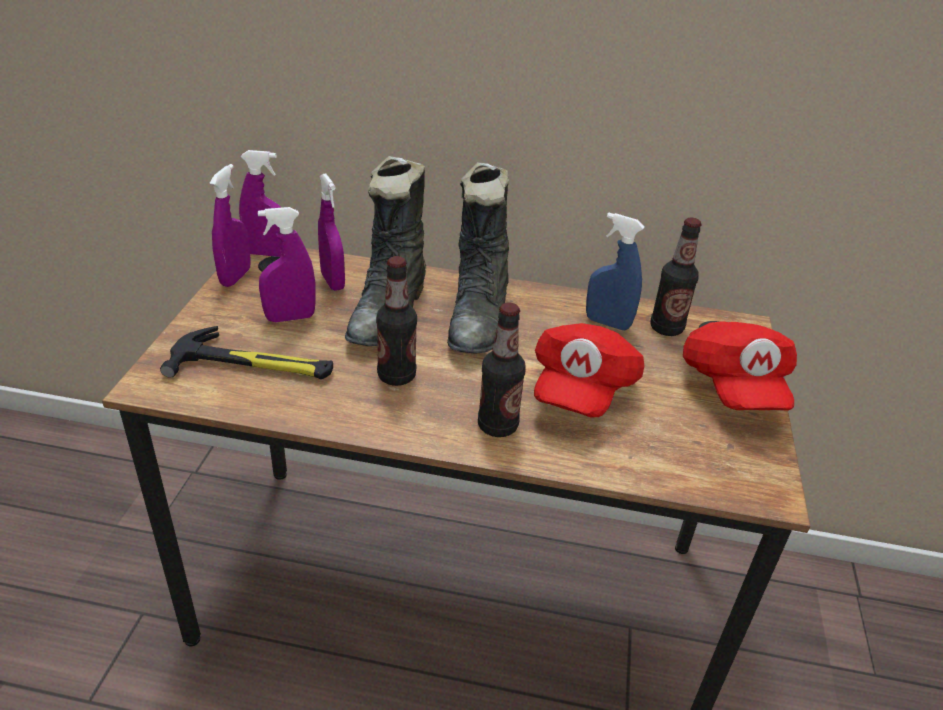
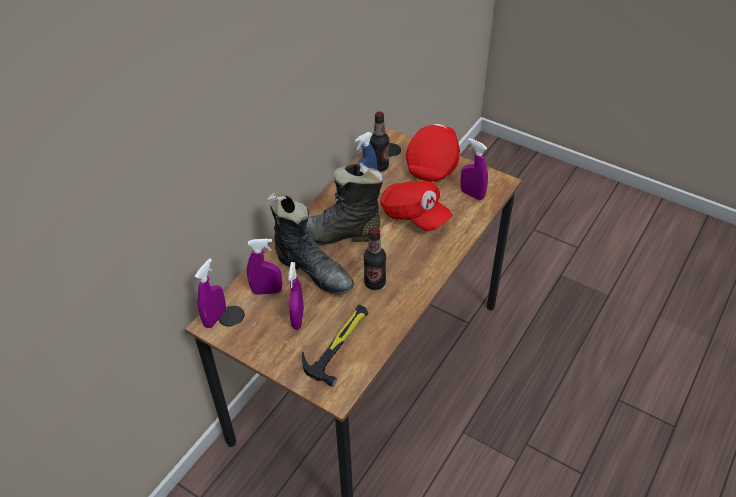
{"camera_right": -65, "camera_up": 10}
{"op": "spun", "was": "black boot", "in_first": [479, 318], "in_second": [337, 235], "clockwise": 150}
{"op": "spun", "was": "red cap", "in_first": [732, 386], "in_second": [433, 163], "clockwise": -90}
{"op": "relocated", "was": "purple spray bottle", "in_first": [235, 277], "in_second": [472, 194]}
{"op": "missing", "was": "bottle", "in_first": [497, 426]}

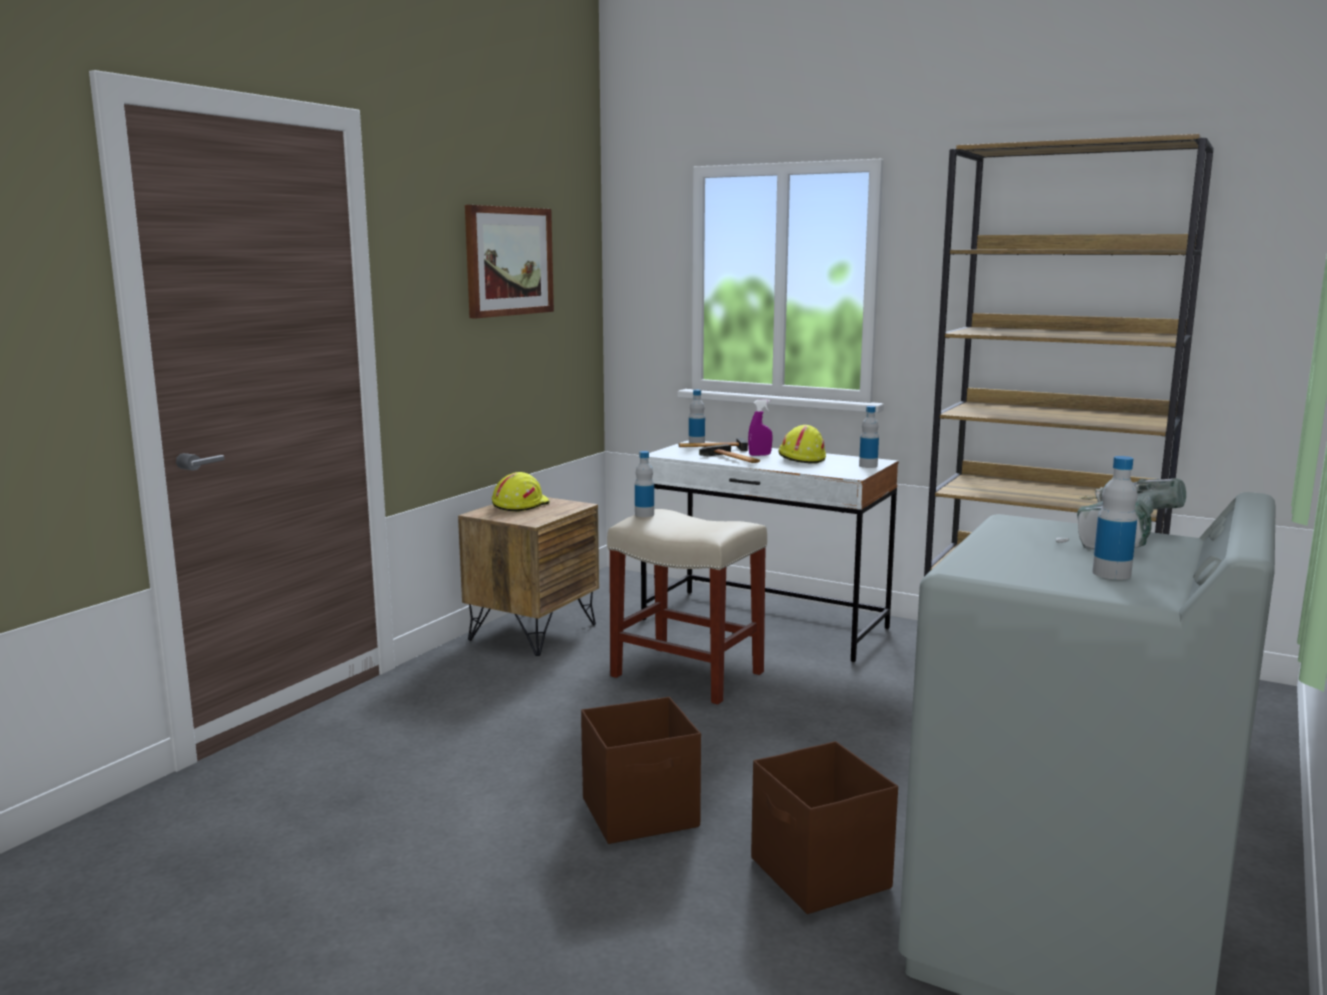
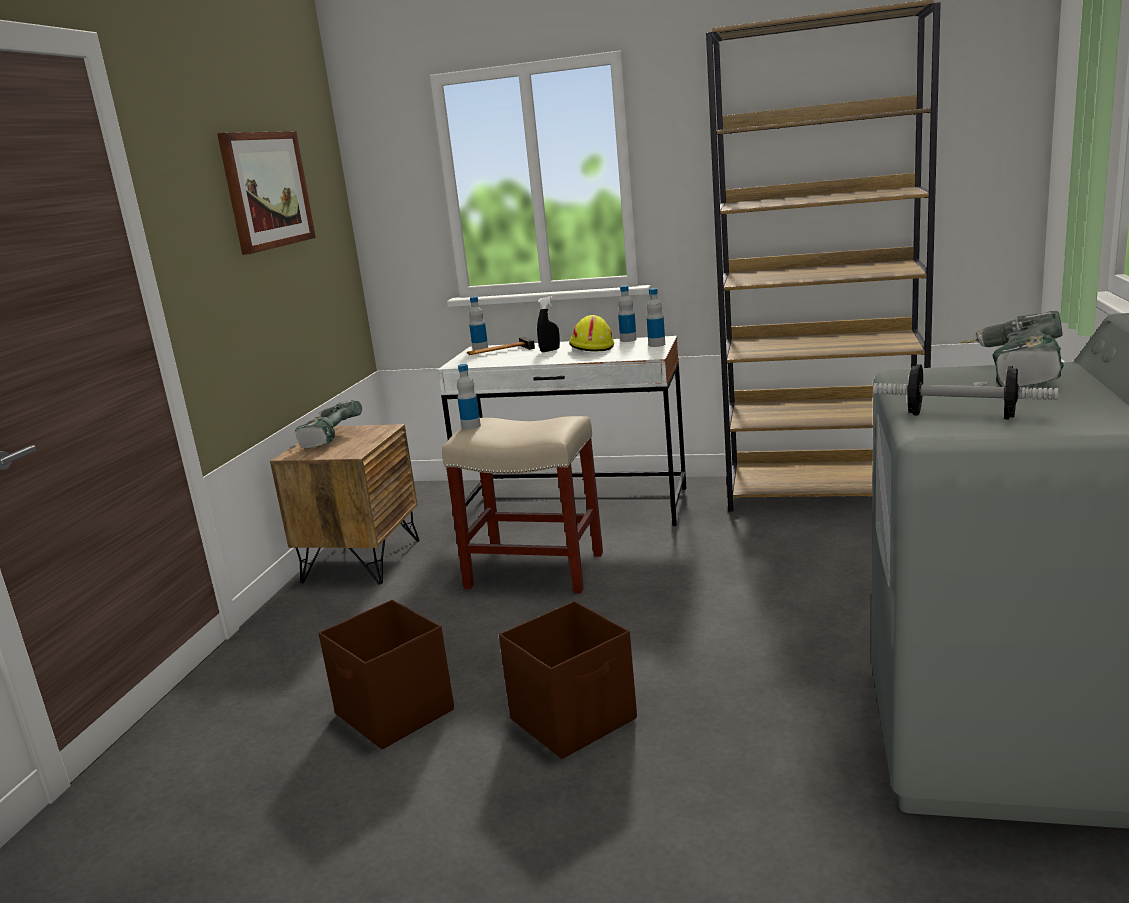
{"camera_right": -15, "camera_up": 5}
{"op": "exchanged", "was": "yellow hard hat", "now": "power drill", "in_first": [519, 505], "in_second": [327, 438]}
{"op": "relocated", "was": "brown storage box", "in_first": [820, 875], "in_second": [394, 713]}
{"op": "colour", "was": "purple spray bottle", "now": "black spray bottle", "in_first": [760, 455], "in_second": [550, 350]}
{"op": "relocated", "was": "bottle", "in_first": [1111, 574], "in_second": [628, 340]}
{"op": "appeared", "now": "dumbbell", "in_second": [961, 416]}
{"op": "missing", "was": "hammer", "in_first": [732, 459]}

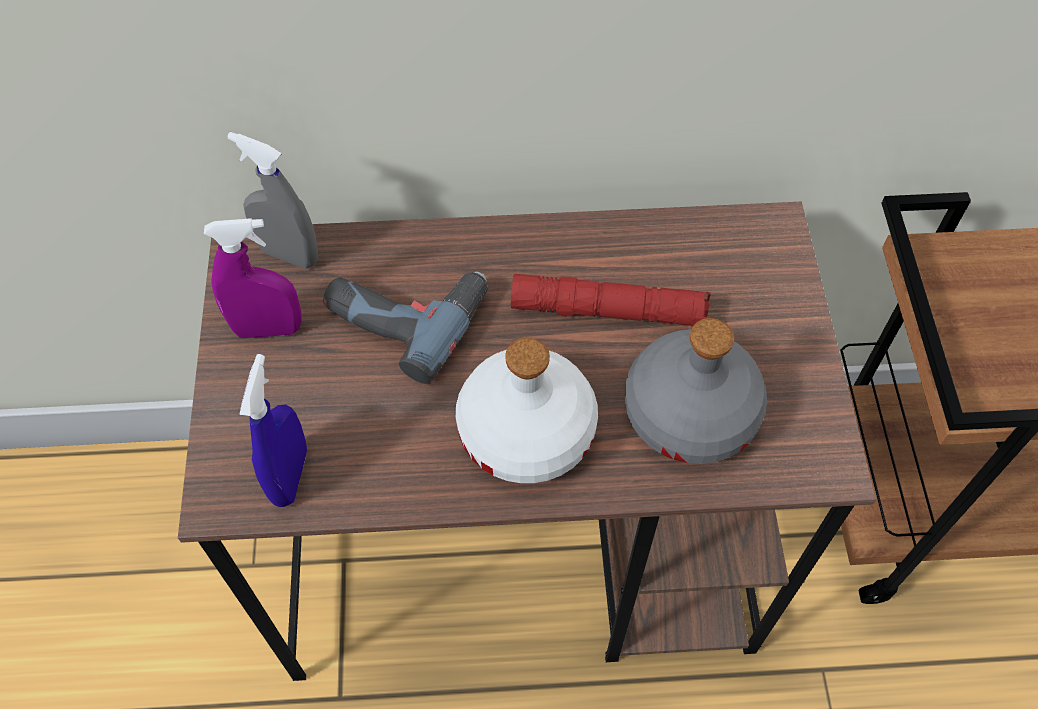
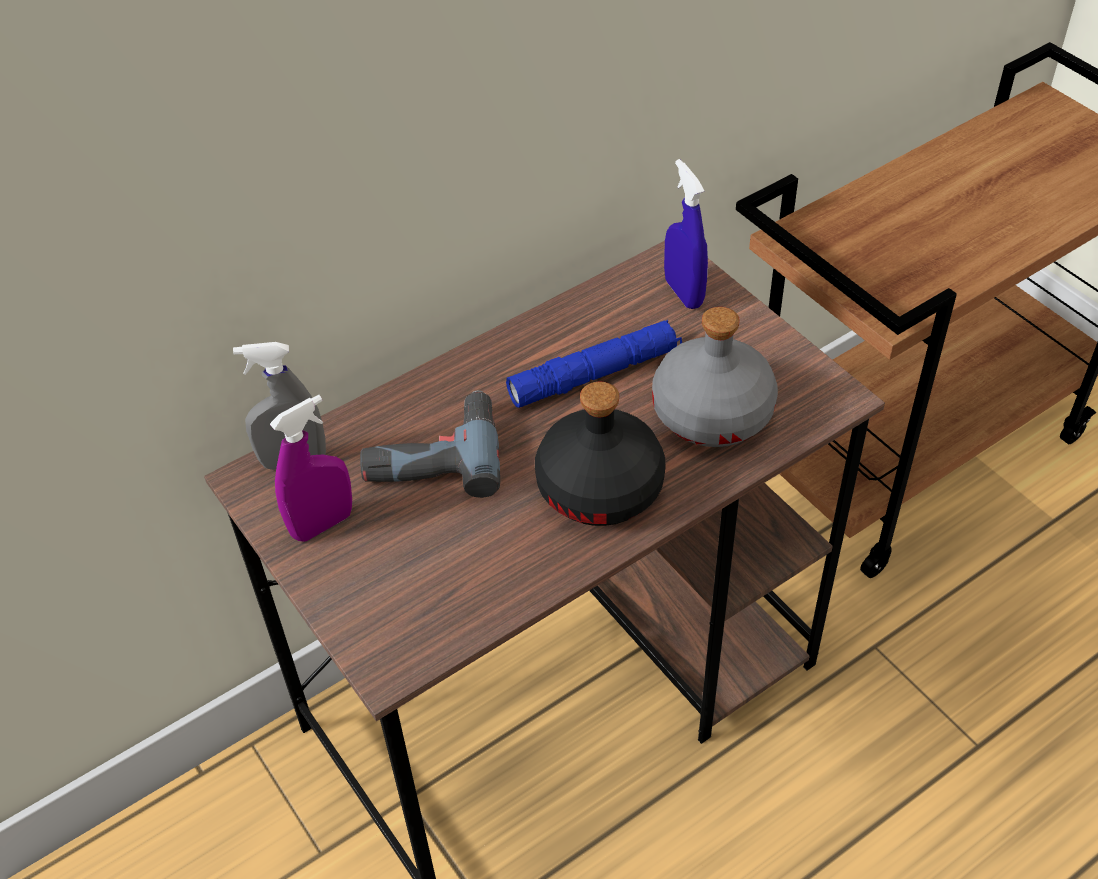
{"camera_right": -30, "camera_up": -10}
{"op": "colour", "was": "red flashlight", "now": "blue flashlight", "in_first": [609, 310], "in_second": [595, 374]}
{"op": "colour", "was": "white bottle", "now": "black bottle", "in_first": [528, 430], "in_second": [600, 486]}
{"op": "relocated", "was": "blue spray bottle", "in_first": [290, 476], "in_second": [683, 293]}

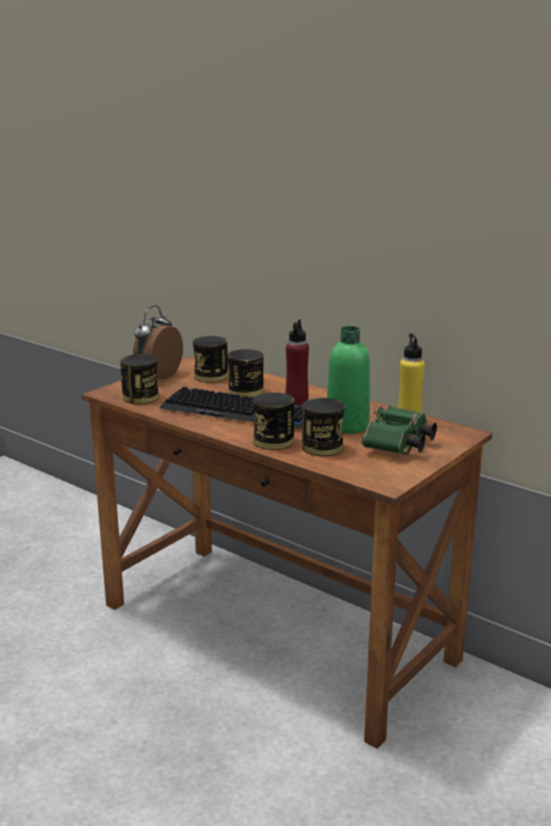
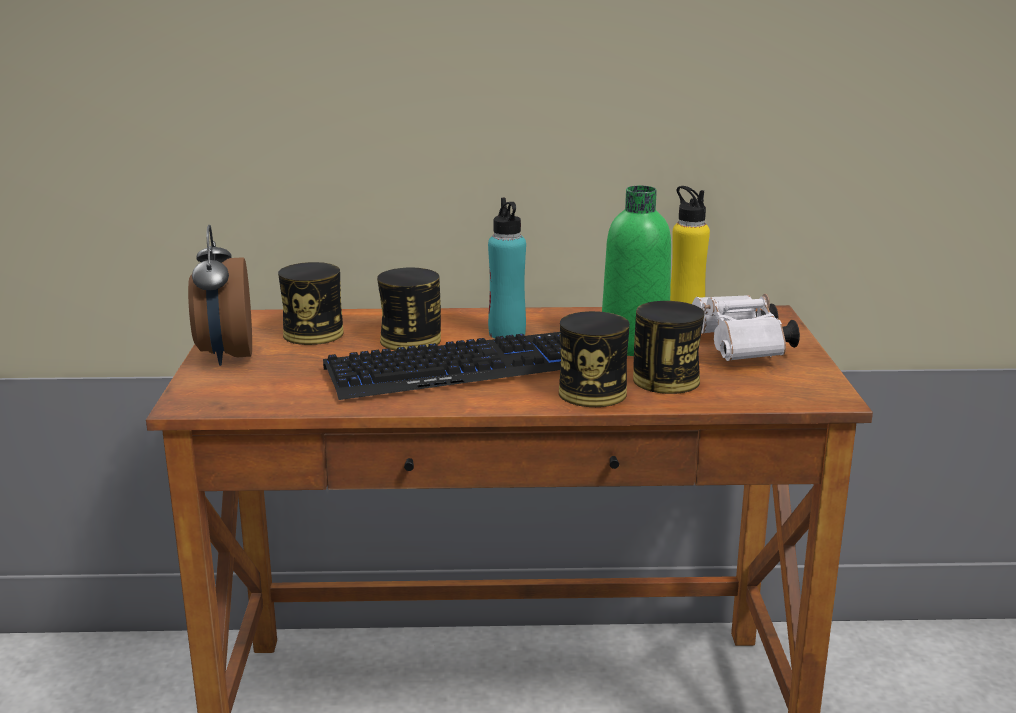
{"camera_right": -40, "camera_up": 0}
{"op": "colour", "was": "red bottle", "now": "turquoise bottle", "in_first": [296, 402], "in_second": [507, 334]}
{"op": "colour", "was": "green binoculars", "now": "white binoculars", "in_first": [398, 446], "in_second": [740, 350]}
{"op": "missing", "was": "can", "in_first": [140, 397]}

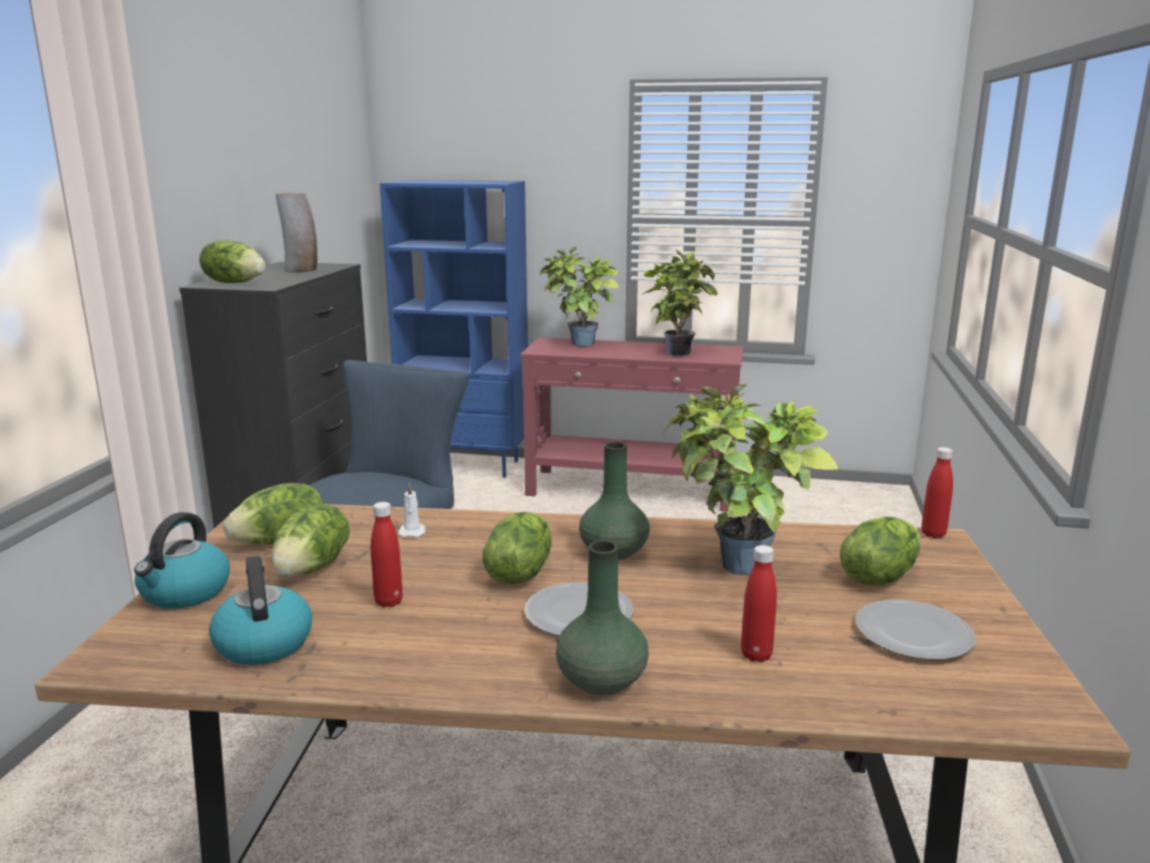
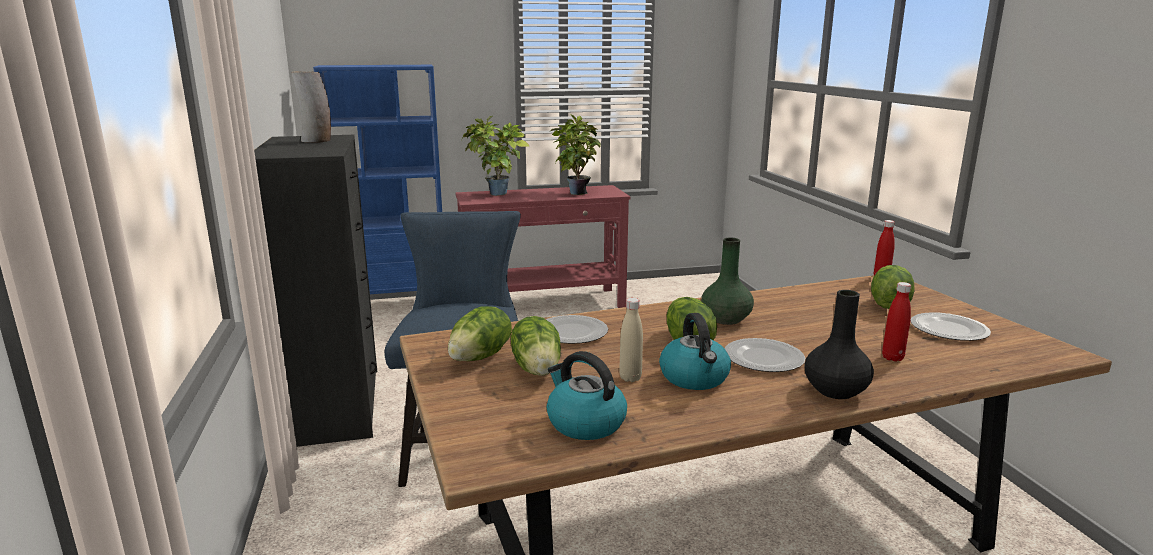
{"camera_right": -25, "camera_up": 0}
{"op": "exchanged", "was": "white candle", "now": "plate", "in_first": [412, 532], "in_second": [572, 332]}
{"op": "colour", "was": "red bottle", "now": "beige bottle", "in_first": [388, 602], "in_second": [630, 378]}
{"op": "relocated", "was": "kettle", "in_first": [185, 593], "in_second": [695, 378]}
{"op": "colour", "was": "green vase", "now": "black vase", "in_first": [602, 681], "in_second": [836, 391]}
{"op": "missing", "was": "lettuce", "in_first": [235, 283]}
{"op": "missing", "was": "potted plant", "in_first": [734, 570]}

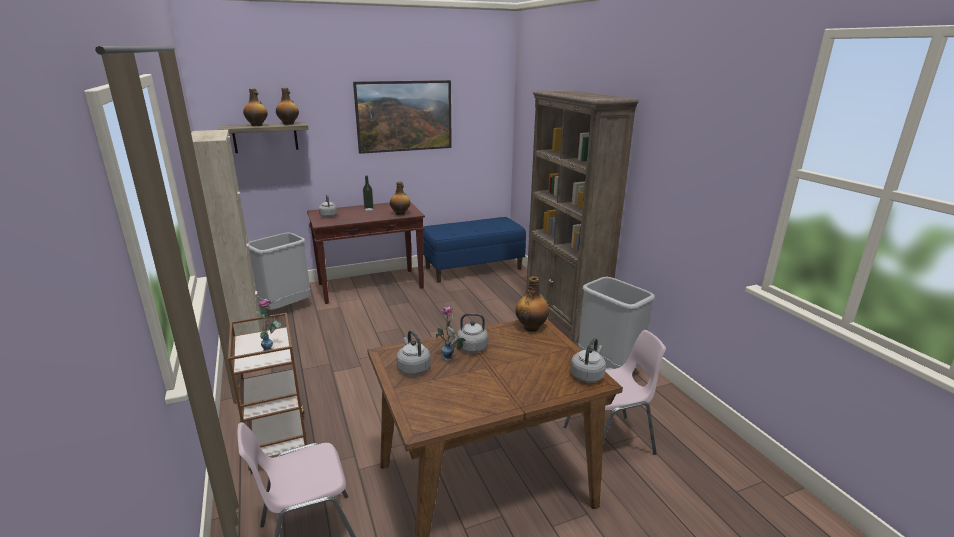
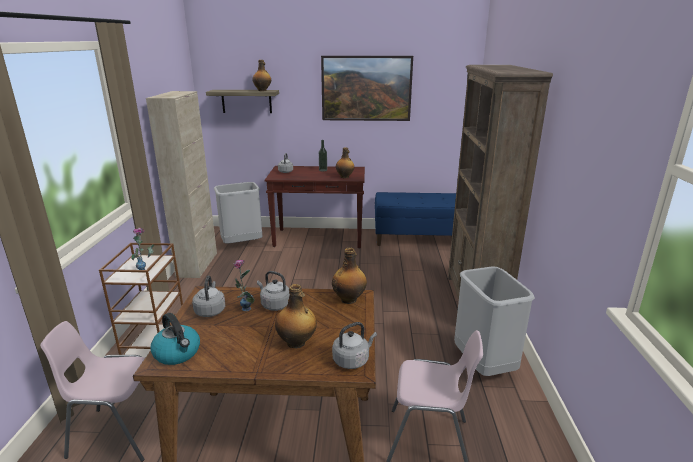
{"camera_right": 25, "camera_up": 0}
{"op": "appeared", "now": "kettle", "in_second": [178, 353]}
{"op": "relocated", "was": "bottle", "in_first": [257, 125], "in_second": [297, 343]}

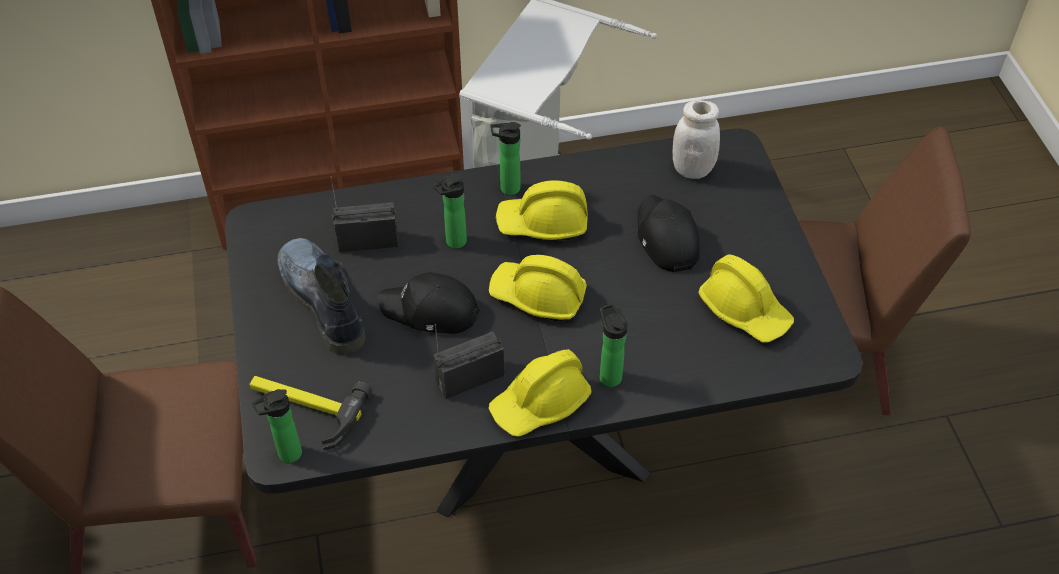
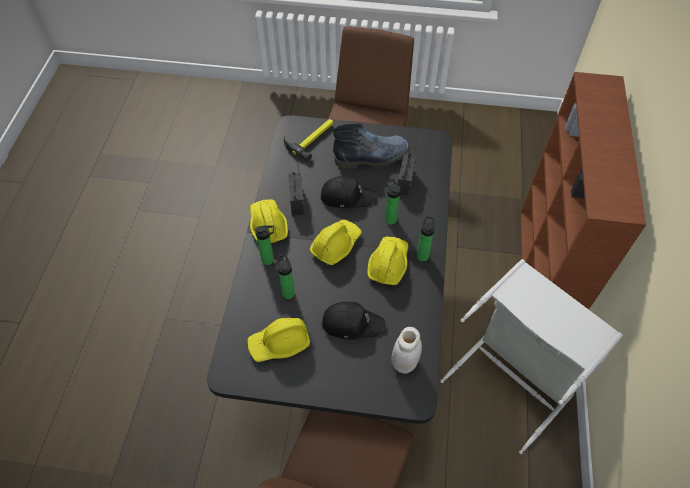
{"camera_right": 110, "camera_up": 5}
{"op": "relocated", "was": "bottle", "in_first": [286, 455], "in_second": [288, 291]}
{"op": "spun", "was": "black cap", "in_first": [430, 311], "in_second": [346, 196], "clockwise": 60}

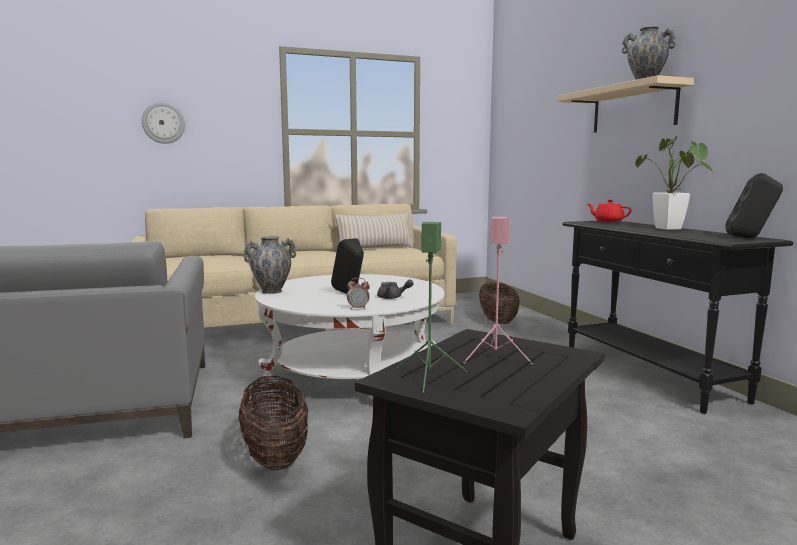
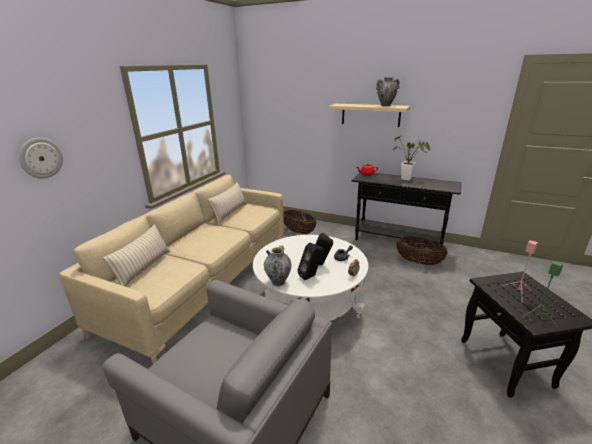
{"camera_right": -45, "camera_up": 15}
{"op": "appeared", "now": "beige pillow", "in_second": [143, 268]}
{"op": "relocated", "was": "black speaker", "in_first": [750, 238], "in_second": [311, 276]}
{"op": "relocated", "was": "basket", "in_first": [275, 456], "in_second": [419, 262]}

